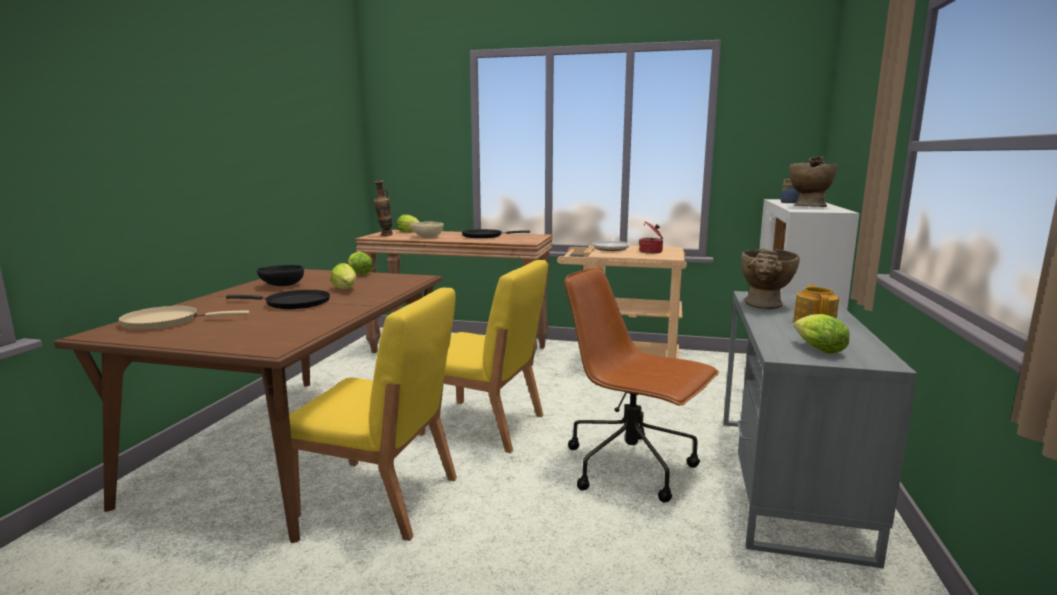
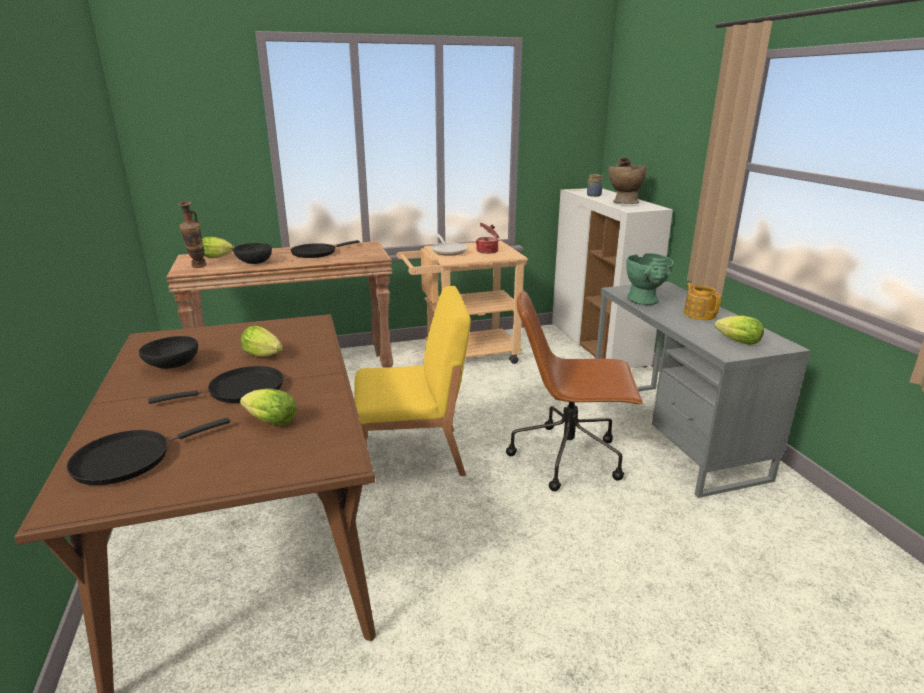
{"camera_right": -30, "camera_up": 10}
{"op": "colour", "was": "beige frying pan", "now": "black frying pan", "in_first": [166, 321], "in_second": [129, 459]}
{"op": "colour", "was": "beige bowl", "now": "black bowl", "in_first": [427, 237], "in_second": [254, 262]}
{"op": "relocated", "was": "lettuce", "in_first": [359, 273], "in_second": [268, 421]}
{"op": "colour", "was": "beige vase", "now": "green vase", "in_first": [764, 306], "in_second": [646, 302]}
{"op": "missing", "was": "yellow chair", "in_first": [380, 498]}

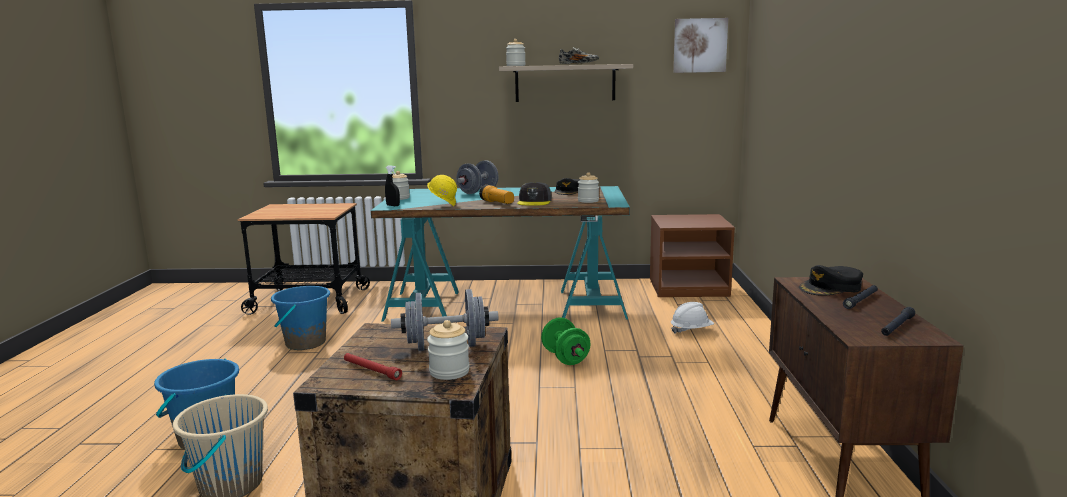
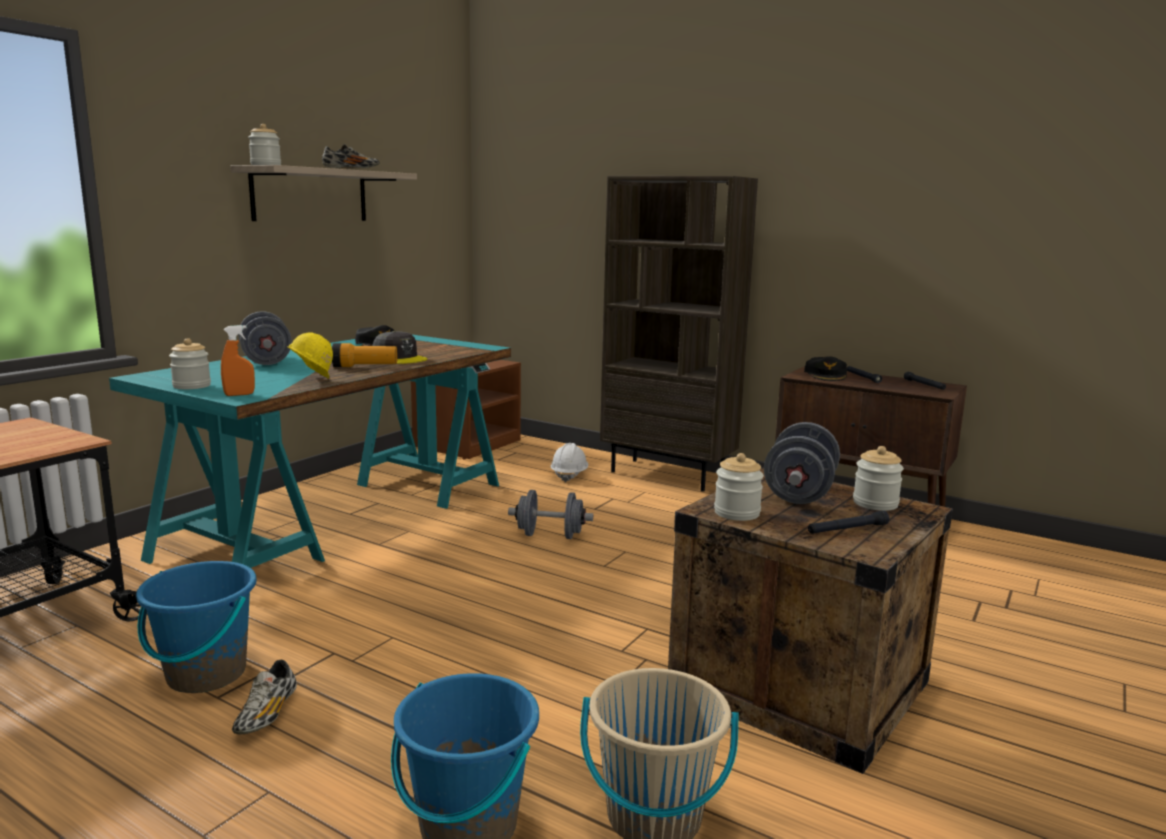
{"camera_right": -60, "camera_up": 0}
{"op": "colour", "was": "black spray bottle", "now": "orange spray bottle", "in_first": [393, 205], "in_second": [239, 395]}
{"op": "appeared", "now": "shoe", "in_second": [267, 715]}
{"op": "colour", "was": "green dumbbell", "now": "grey dumbbell", "in_first": [565, 358], "in_second": [550, 535]}
{"op": "appeared", "now": "brown bookcase", "in_second": [668, 475]}
{"op": "relocated", "was": "jar", "in_first": [588, 201], "in_second": [737, 513]}
{"op": "colour", "was": "red flashlight", "now": "black flashlight", "in_first": [371, 370], "in_second": [847, 529]}
{"op": "missing", "was": "picture", "in_first": [699, 45]}

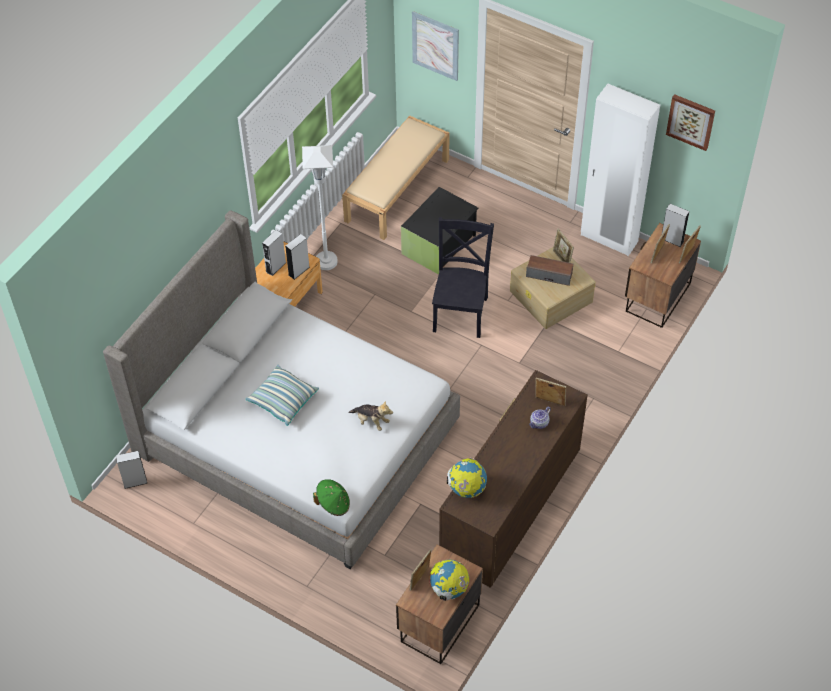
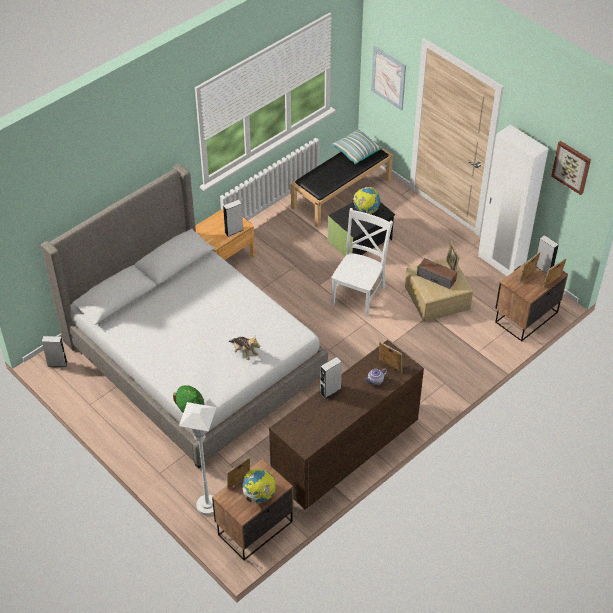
{"camera_right": 15, "camera_up": -5}
{"op": "relocated", "was": "white floor lamp", "in_first": [326, 261], "in_second": [207, 505]}
{"op": "colour", "was": "beige bench", "now": "black bench", "in_first": [397, 189], "in_second": [341, 192]}
{"op": "relocated", "was": "grey speaker", "in_first": [275, 267], "in_second": [330, 391]}
{"op": "relocated", "was": "pillow", "in_first": [283, 400], "in_second": [356, 151]}
{"op": "colour", "was": "black chair", "now": "white chair", "in_first": [461, 312], "in_second": [359, 294]}
{"op": "relocated", "was": "globe", "in_first": [467, 489], "in_second": [366, 210]}

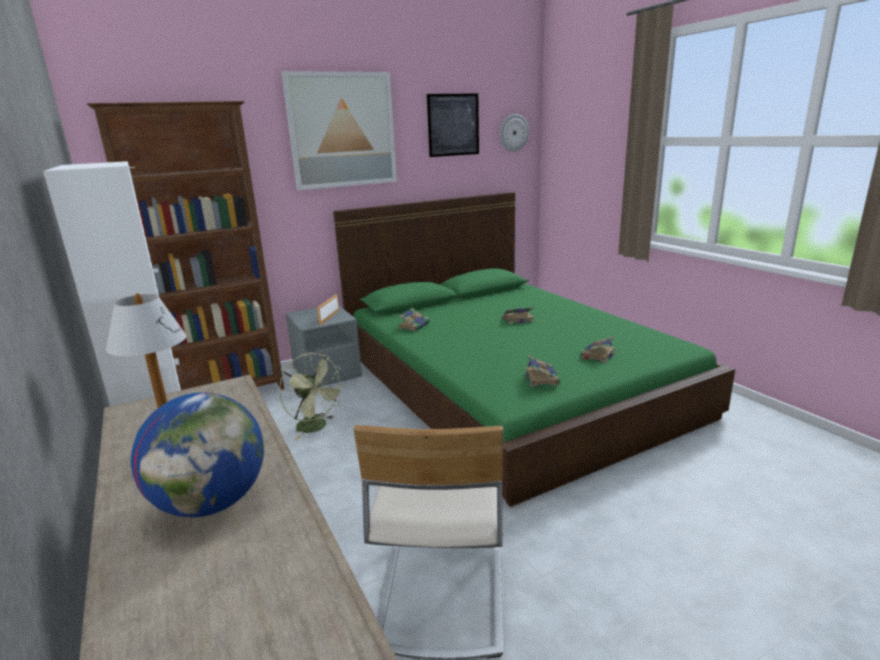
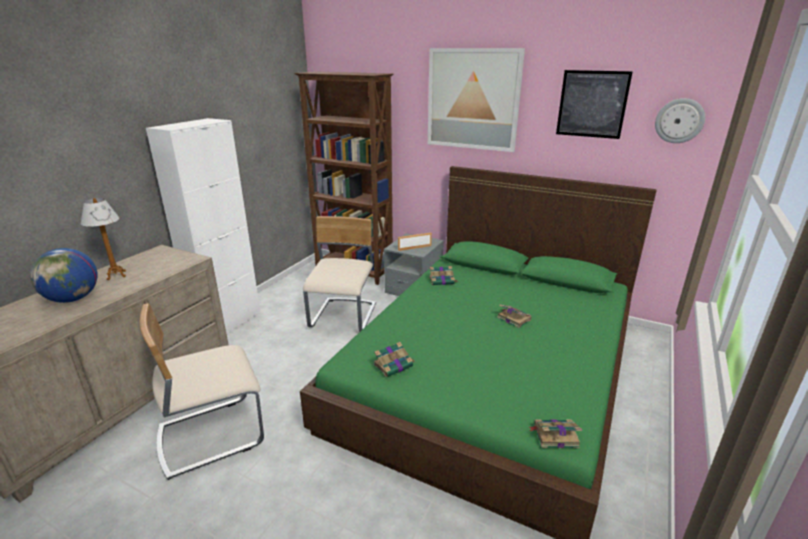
{"camera_right": 55, "camera_up": 5}
{"op": "exchanged", "was": "green fan", "now": "beige chair", "in_first": [316, 427], "in_second": [344, 317]}
{"op": "relocated", "was": "book", "in_first": [597, 355], "in_second": [554, 436]}

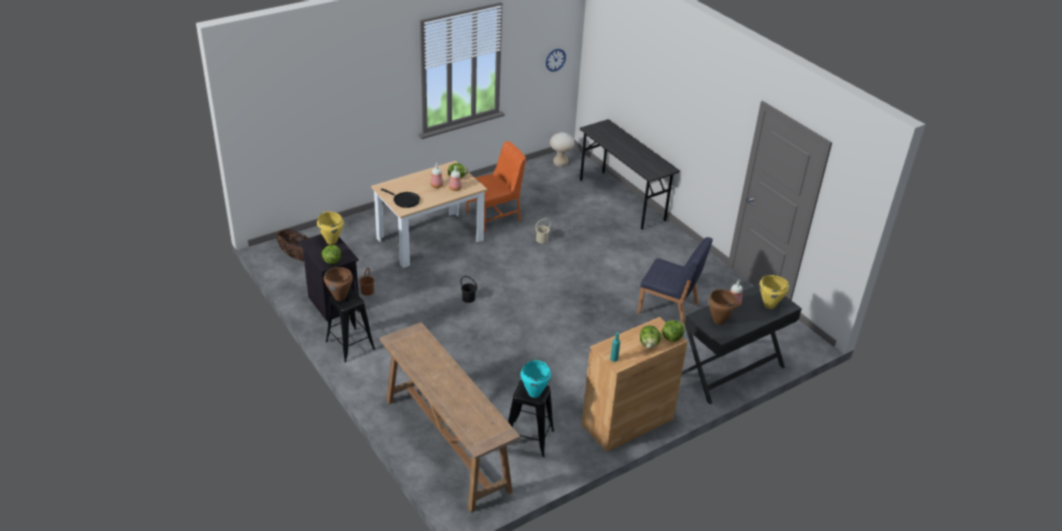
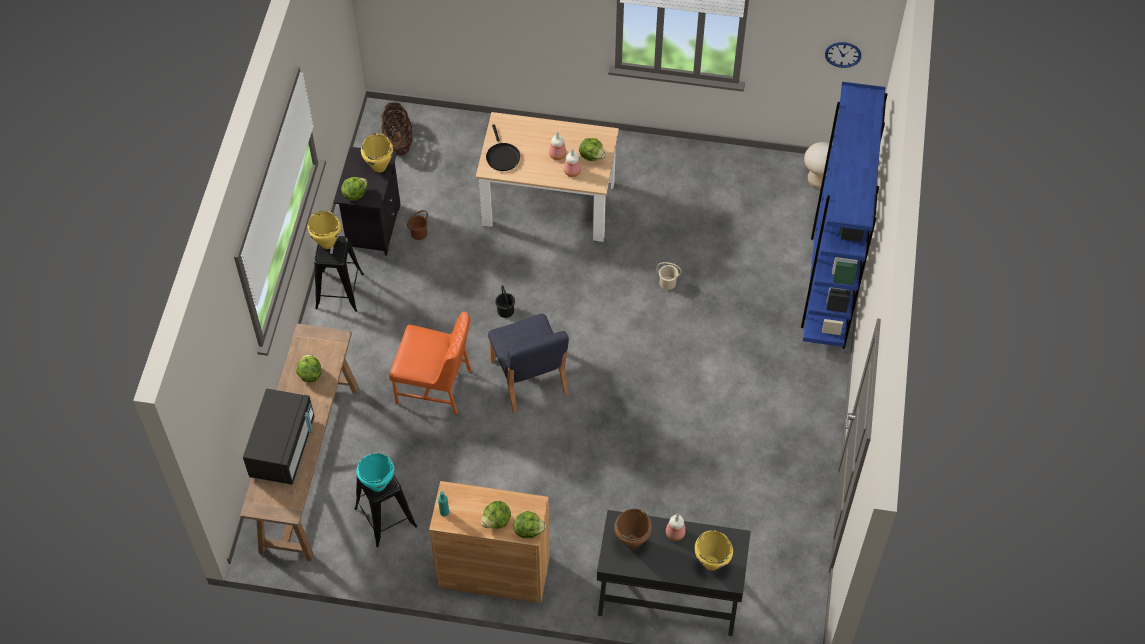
{"camera_right": 45, "camera_up": 20}
{"op": "appeared", "now": "black microwave", "in_second": [283, 448]}
{"op": "appeared", "now": "lettuce", "in_second": [310, 374]}
{"op": "colour", "was": "brown cooking pot", "now": "yellow cooking pot", "in_first": [340, 297], "in_second": [327, 244]}
{"op": "relocated", "was": "orange chair", "in_first": [495, 217], "in_second": [435, 386]}
{"op": "relocated", "was": "blue chair", "in_first": [669, 309], "in_second": [529, 378]}
{"op": "exchanged", "was": "grey desk", "now": "blue bookcase", "in_first": [622, 200], "in_second": [828, 285]}

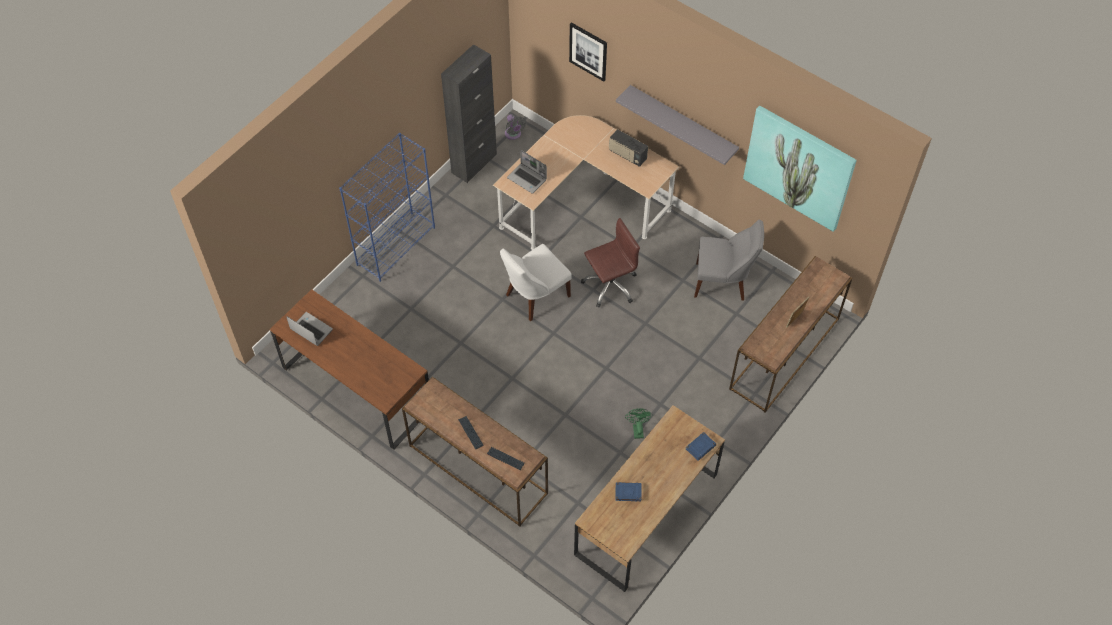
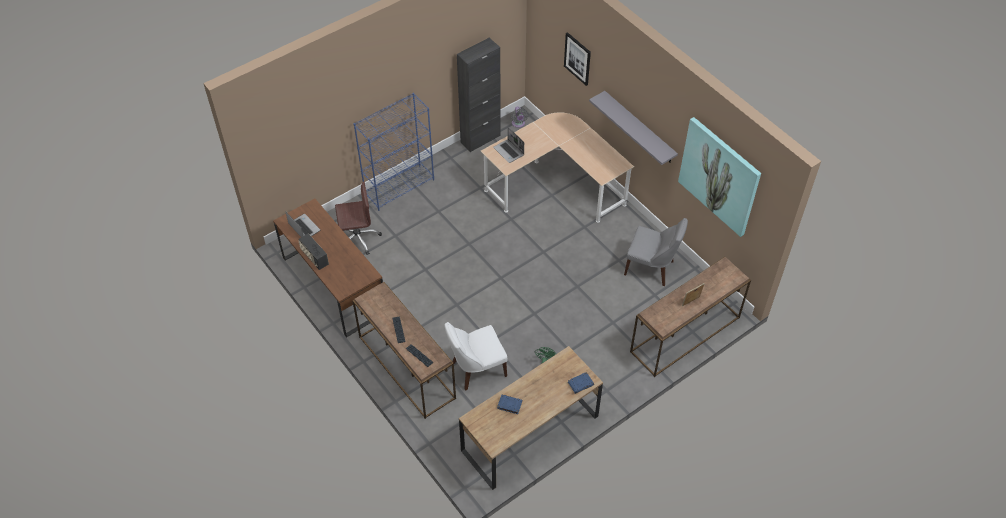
{"camera_right": 15, "camera_up": -5}
{"op": "relocated", "was": "radio", "in_first": [627, 155], "in_second": [314, 258]}
{"op": "relocated", "was": "brown office chair", "in_first": [610, 285], "in_second": [358, 238]}
{"op": "relocated", "was": "white chair", "in_first": [535, 296], "in_second": [476, 369]}

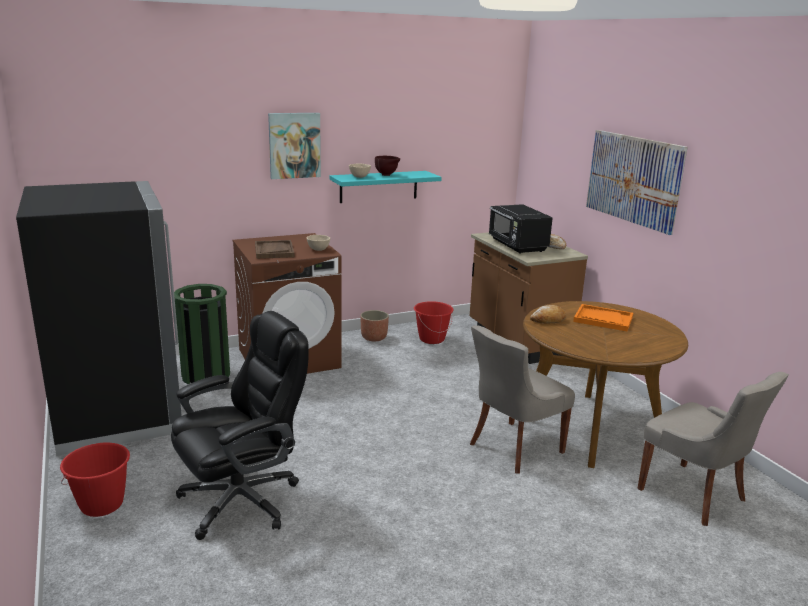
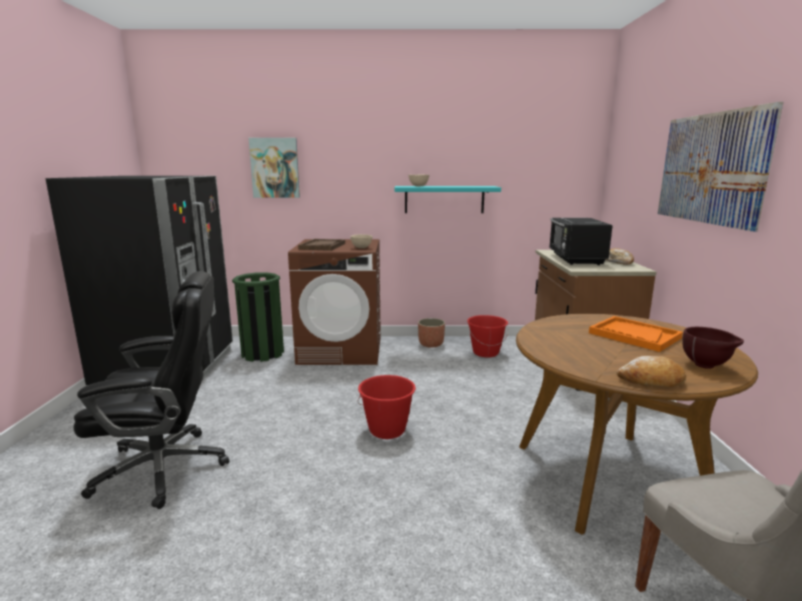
{"camera_right": 25, "camera_up": -5}
{"op": "relocated", "was": "picture", "in_first": [294, 145], "in_second": [275, 168]}
{"op": "relocated", "was": "red bucket", "in_first": [102, 505], "in_second": [387, 430]}
{"op": "relocated", "was": "bread", "in_first": [548, 320], "in_second": [651, 381]}
{"op": "relocated", "was": "brown bowl", "in_first": [387, 175], "in_second": [707, 366]}
{"op": "missing", "was": "grey chair", "in_first": [513, 448]}

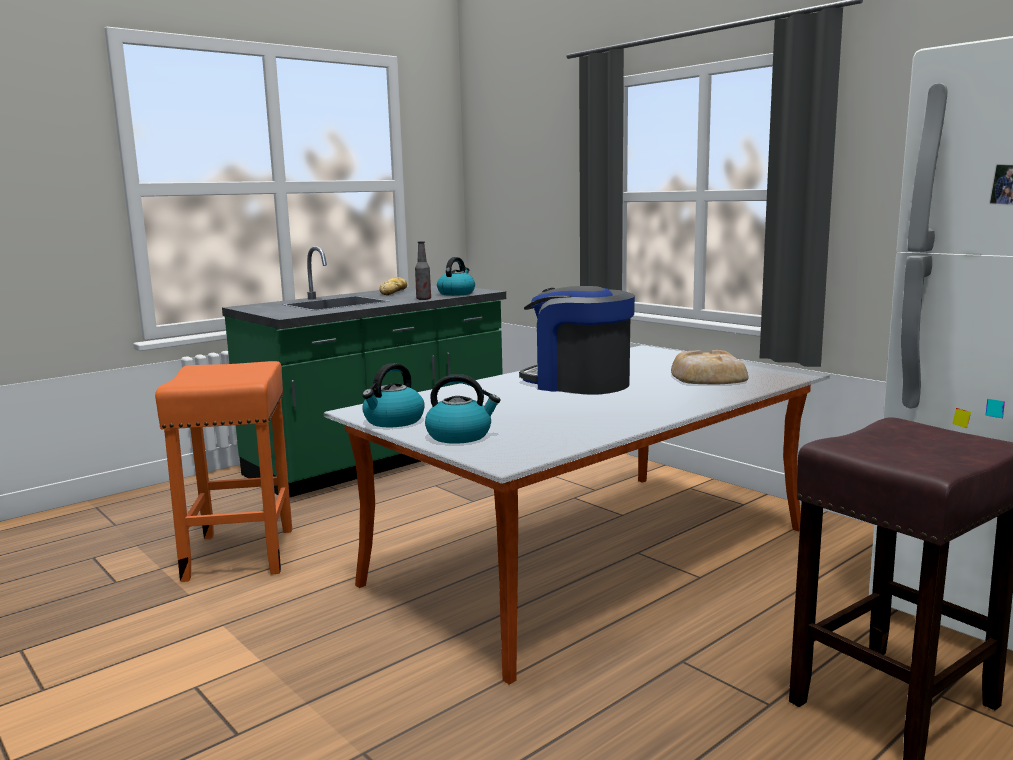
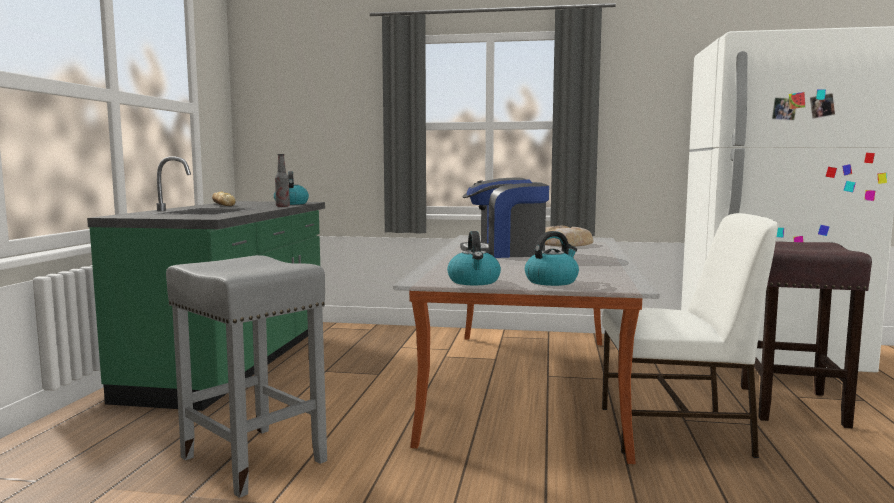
{"camera_right": -40, "camera_up": -5}
{"op": "colour", "was": "orange stool", "now": "grey stool", "in_first": [240, 553], "in_second": [251, 459]}
{"op": "appeared", "now": "white chair", "in_second": [677, 431]}

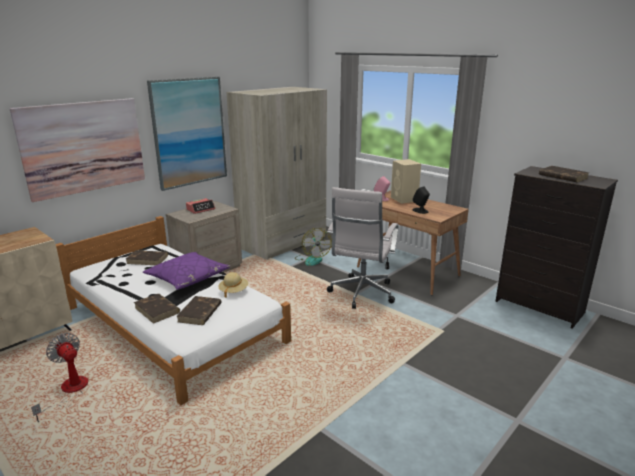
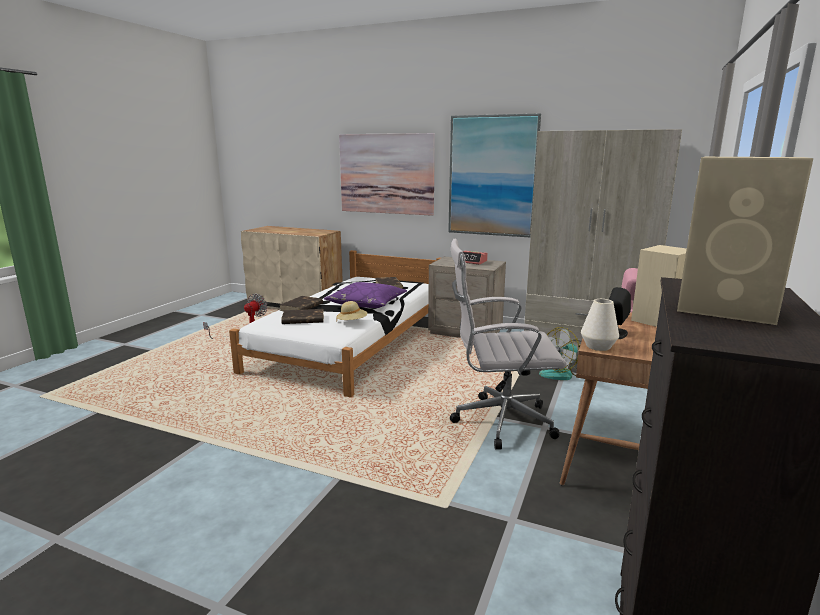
{"camera_right": 70, "camera_up": -5}
{"op": "appeared", "now": "white vase", "in_second": [598, 346]}
{"op": "exchanged", "was": "brown book", "now": "beige speaker", "in_first": [562, 176], "in_second": [728, 308]}

